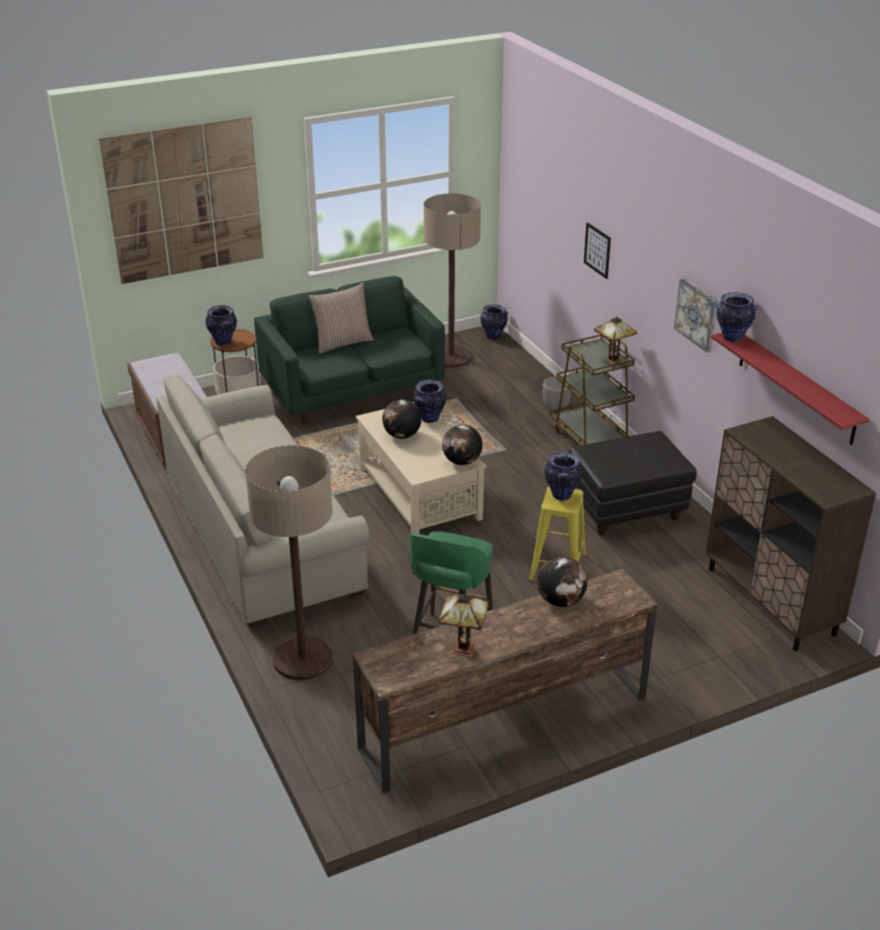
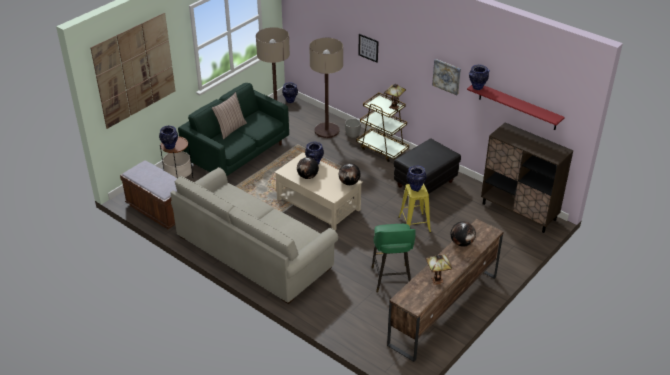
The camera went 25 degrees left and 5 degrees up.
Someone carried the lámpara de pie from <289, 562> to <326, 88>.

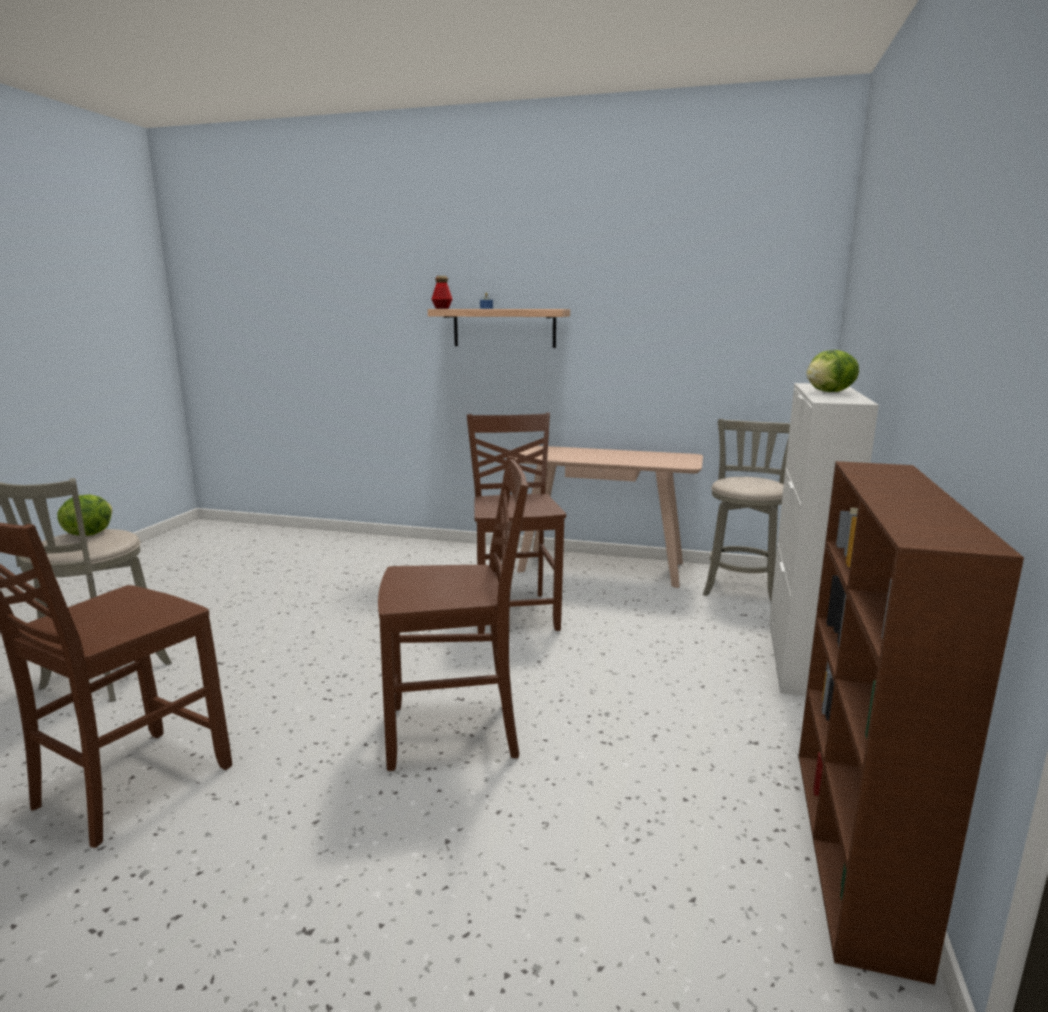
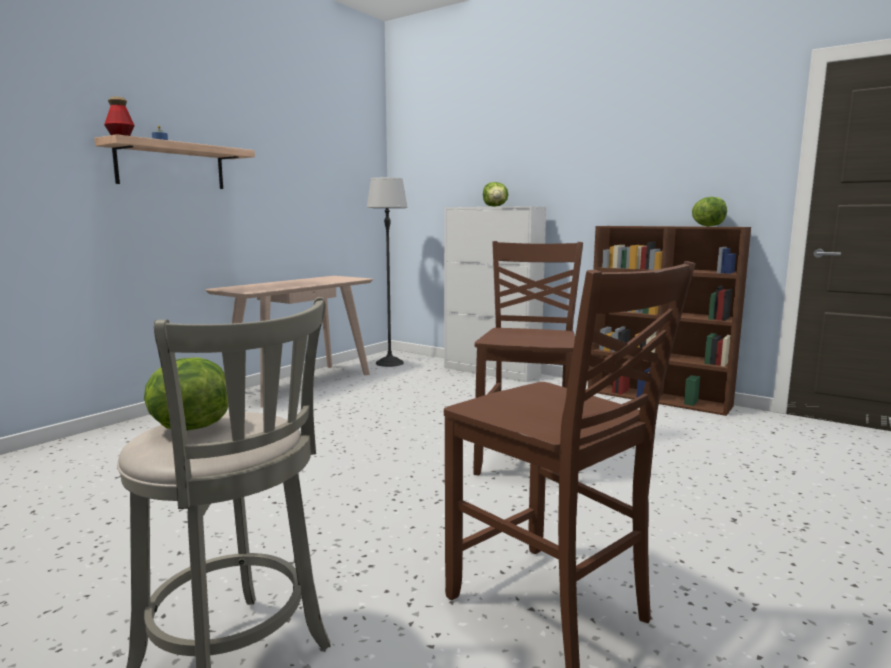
The camera went 70 degrees left and 5 degrees down.
Someone took away the silla (marrón) at <516, 523>.
Someone put down the lechuga at <709, 212>.
Someone swapped the taburete (gris) at <746, 510> for the lámpara de pie at <387, 272>.

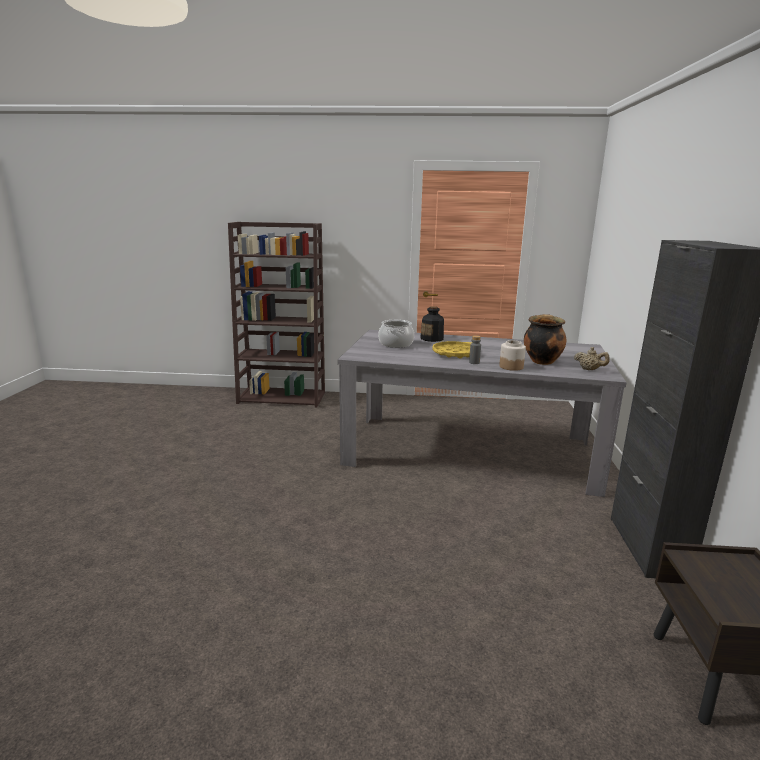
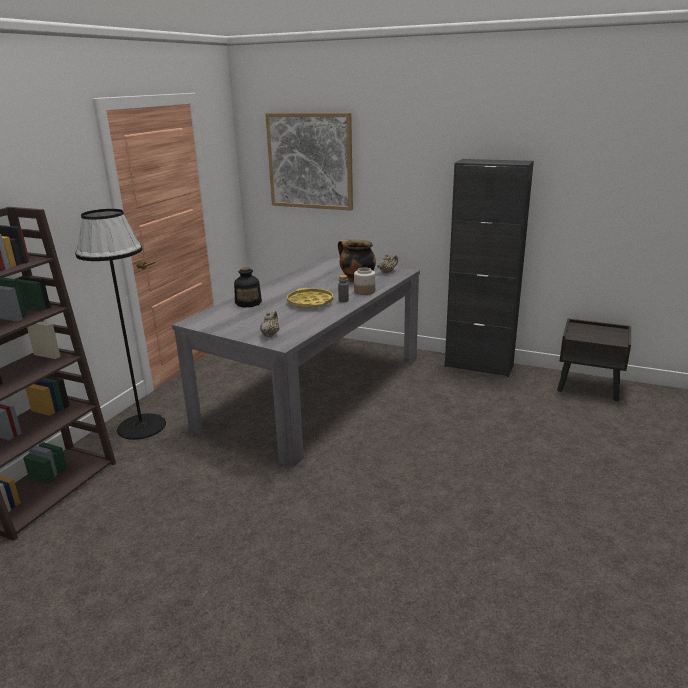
The camera went 70 degrees left and 5 degrees up.
Someone took away the olla at <396, 334>.
Someone put down the lámpara de pie (negro) at <120, 324>.
Someone put down the tetera (beis) at <270, 323>.
Someone put up the cuadro at <309, 162>.

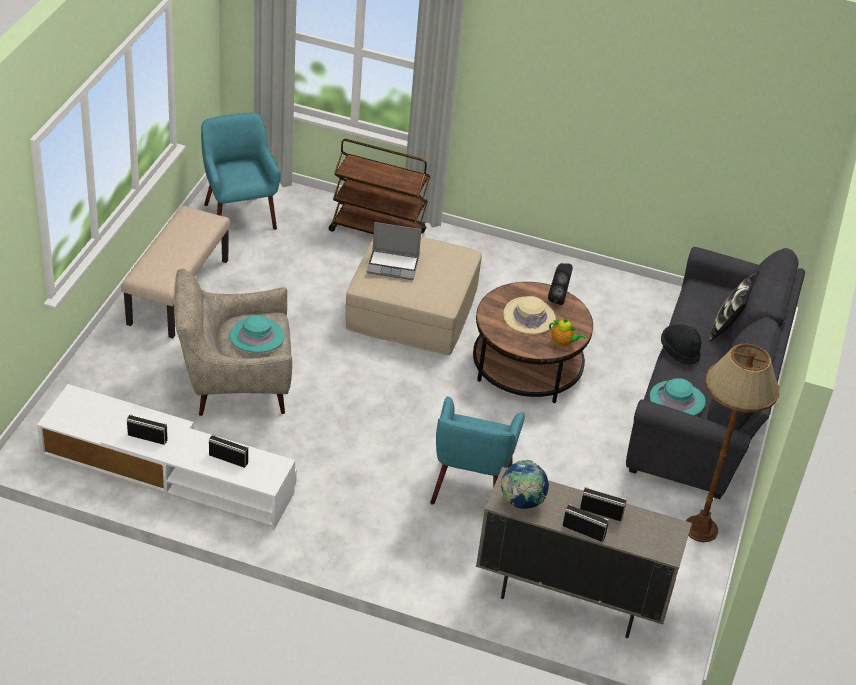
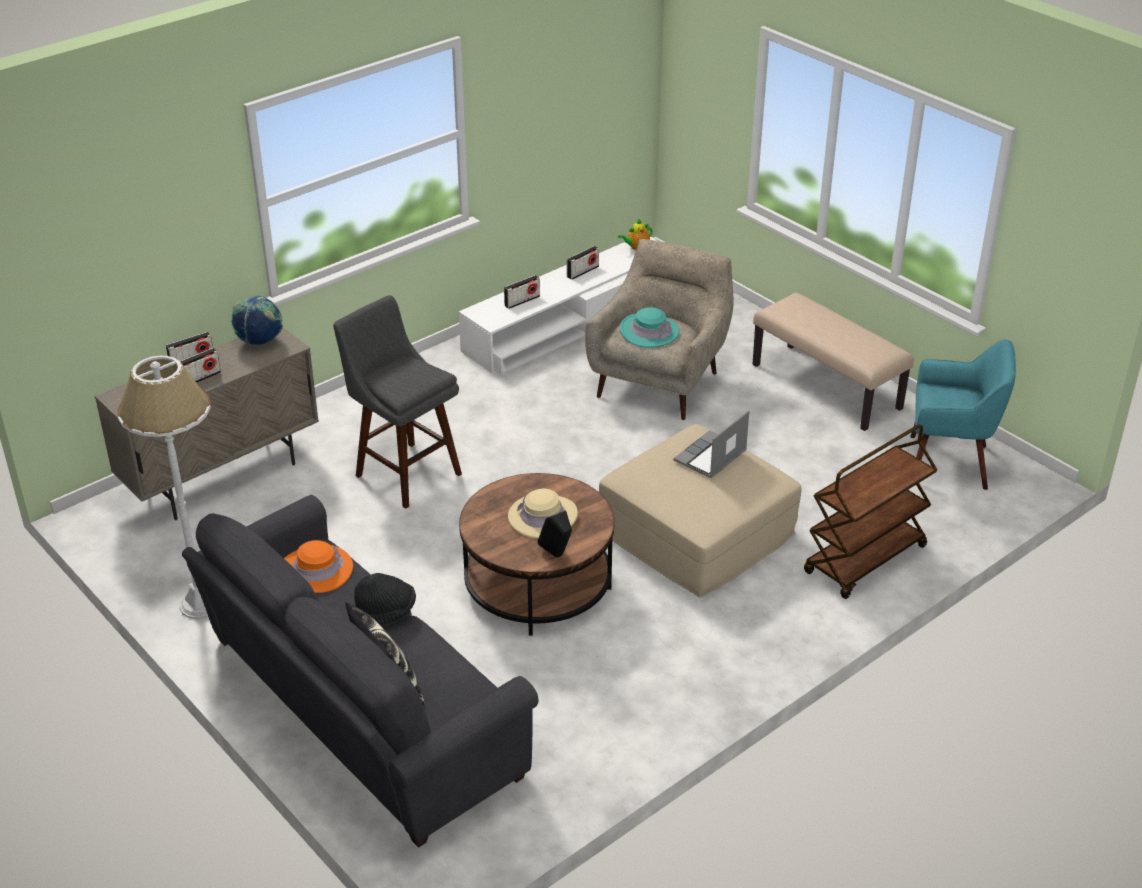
The camera went 125 degrees right and 5 degrees down.
Someone carried the tetera from <567, 332> to <635, 234>.
Someone swapped the sillón (turquesa) at <477, 451> for the taburete (gris) at <397, 402>.
Someone repainted the sombrero (turquesa) at <678, 397>, which became the sombrero (naranja) at <318, 566>.
Someone repainted the lámpara de pie (marrón) at <732, 443>, which became the lámpara de pie (blanco) at <164, 487>.

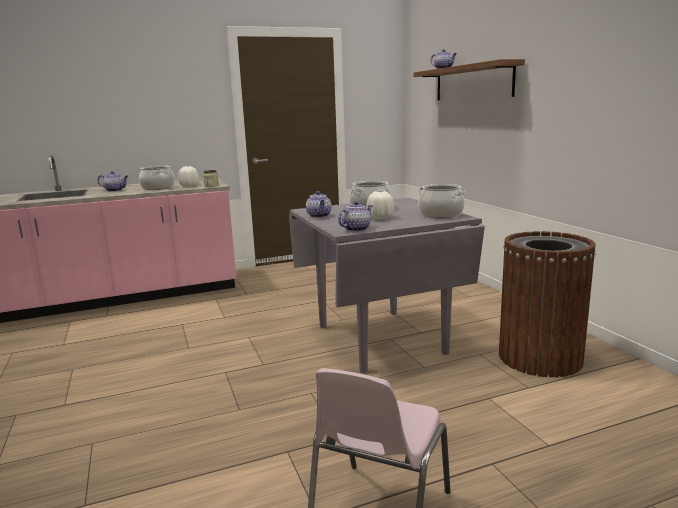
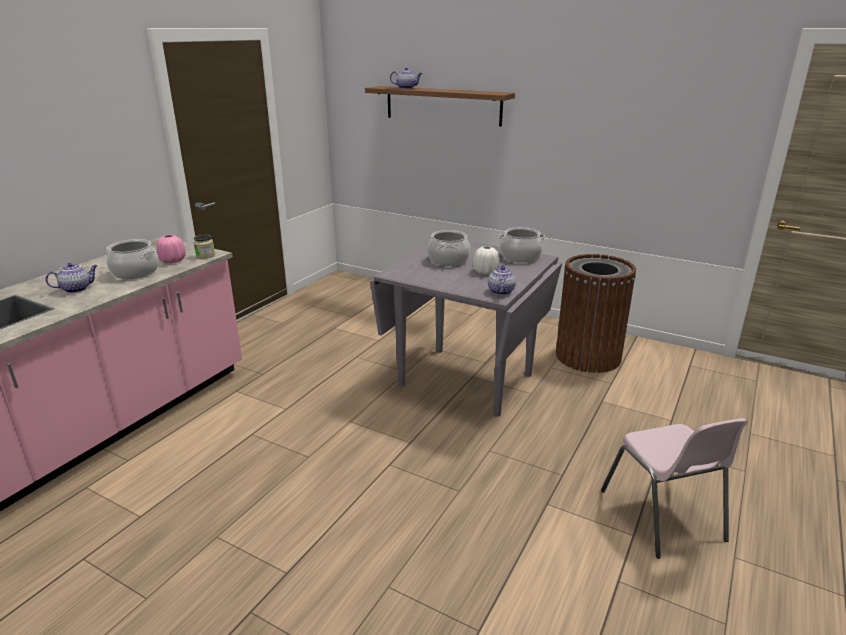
The camera went 40 degrees left and 10 degrees up.
Someone took away the tetera at <319, 204>.
Someone repainted the florero (blanco) at <188, 176>, which became the florero (rosa) at <171, 249>.

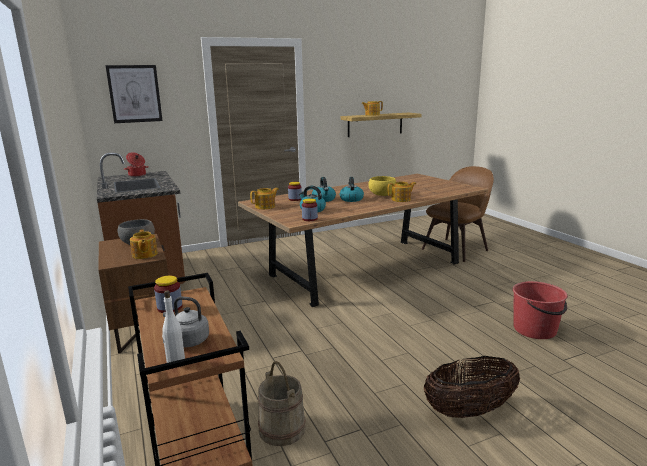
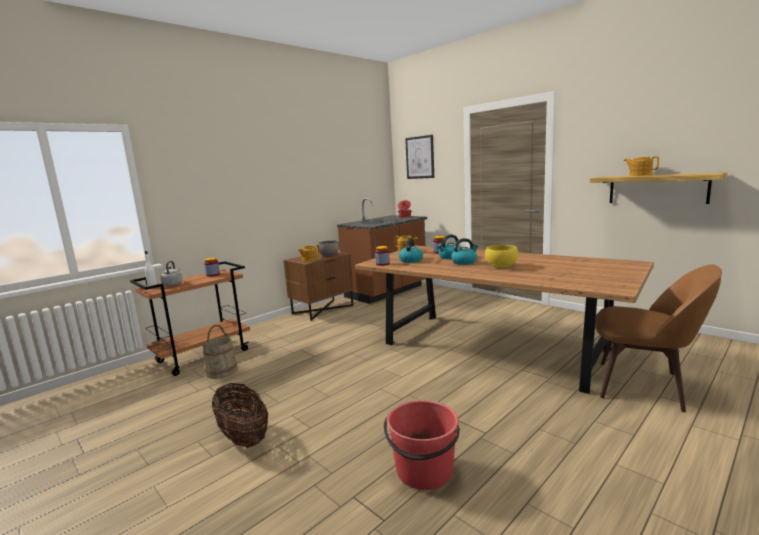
The camera went 70 degrees right and 5 degrees down.
Someone took away the tetera at <401, 192>.

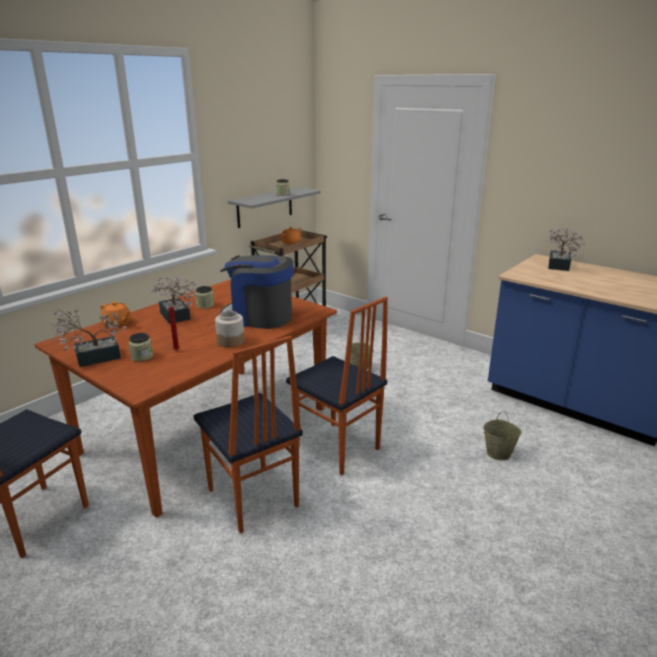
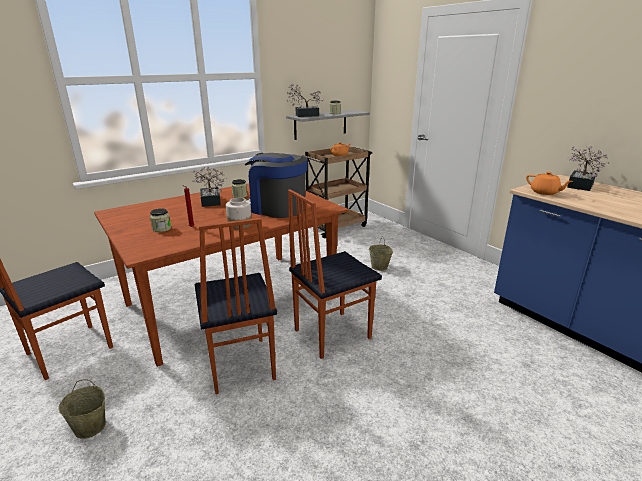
The camera went 15 degrees right and 0 degrees up.
Someone carried the planta en maceta from <89, 337> to <305, 100>.
Someone carried the tetera (naranja) from <116, 314> to <549, 183>.
Someone carried the cubo (beis) from <502, 435> to <82, 409>.
Someone rotated the silla at <337, 386> by 90 degrees clockwise.

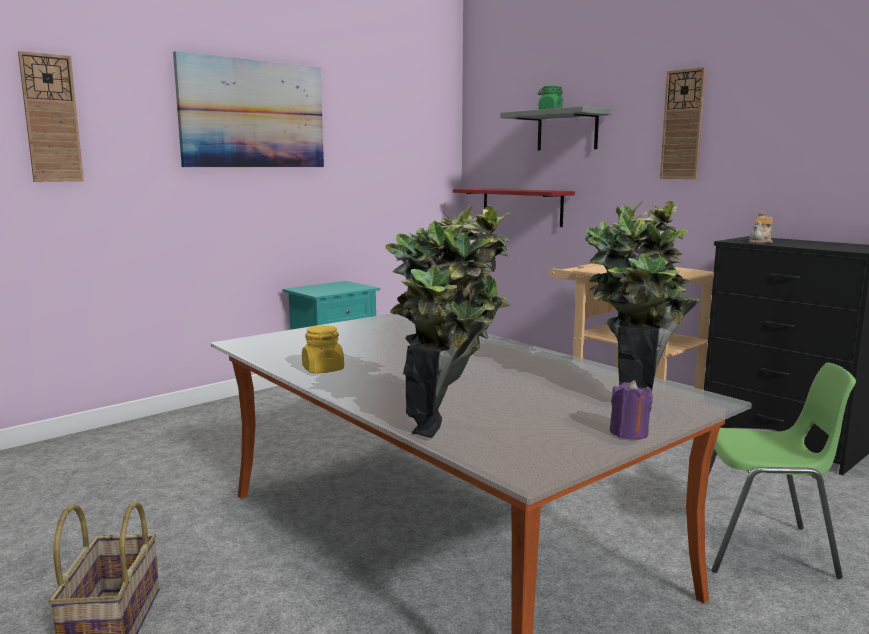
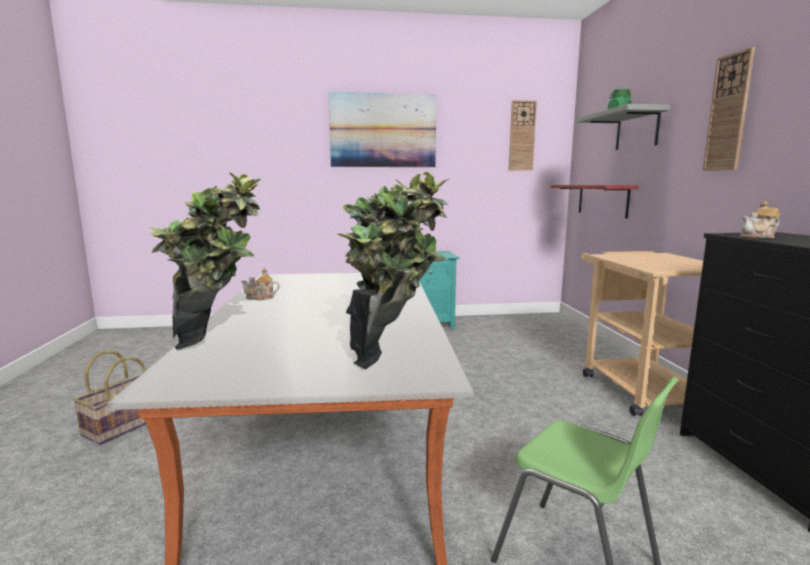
The camera went 35 degrees right and 0 degrees up.
Someone took away the vela (morado) at <631, 410>.
Someone carried the reloj de pared from <51, 116> to <523, 135>.
Someone swapped the tarro (amarillo) at <323, 349> for the tetera at <260, 284>.

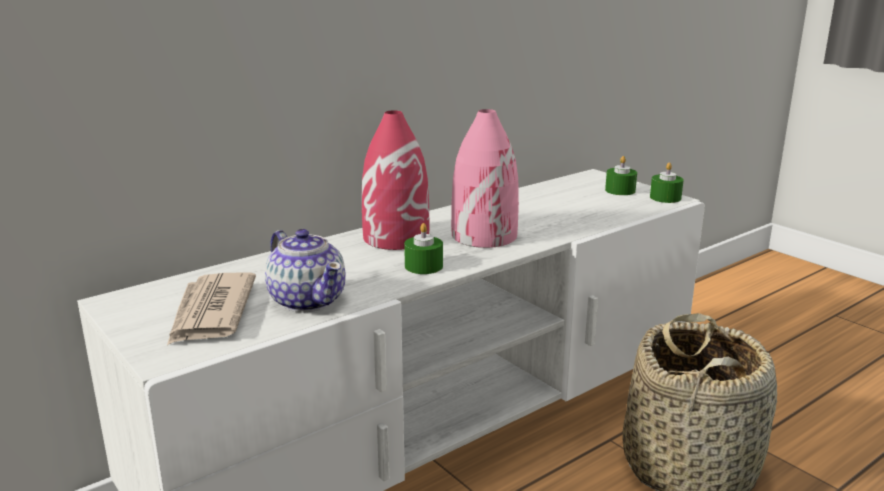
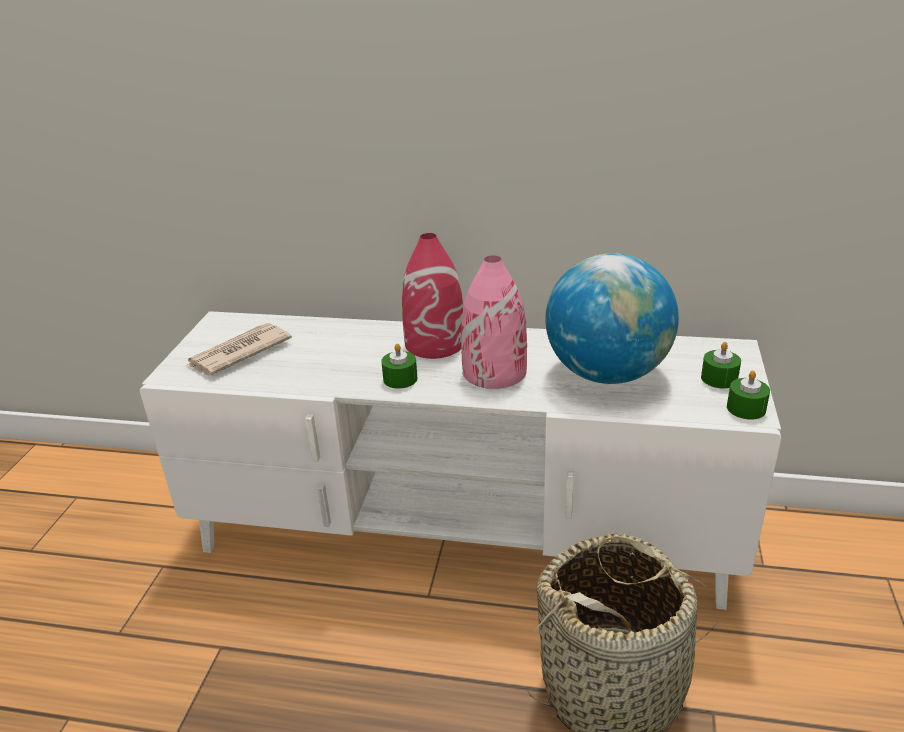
The camera went 50 degrees right and 10 degrees up.
Someone took away the tetera at <305, 270>.
Someone put down the globo terráqueo at <612, 318>.

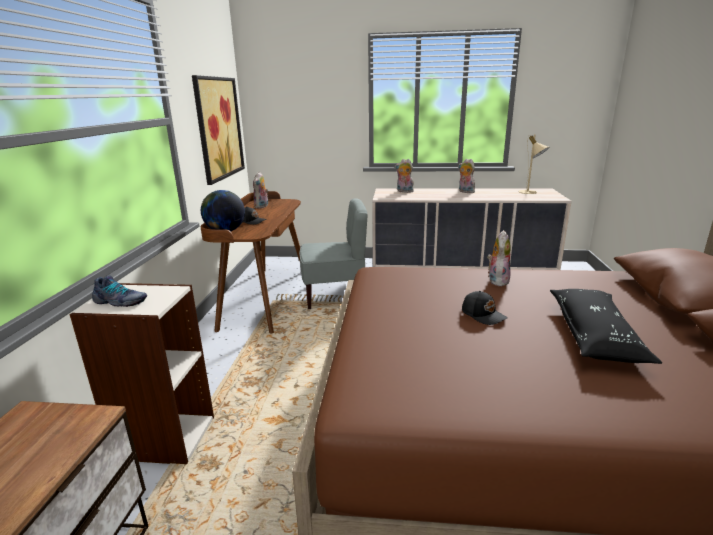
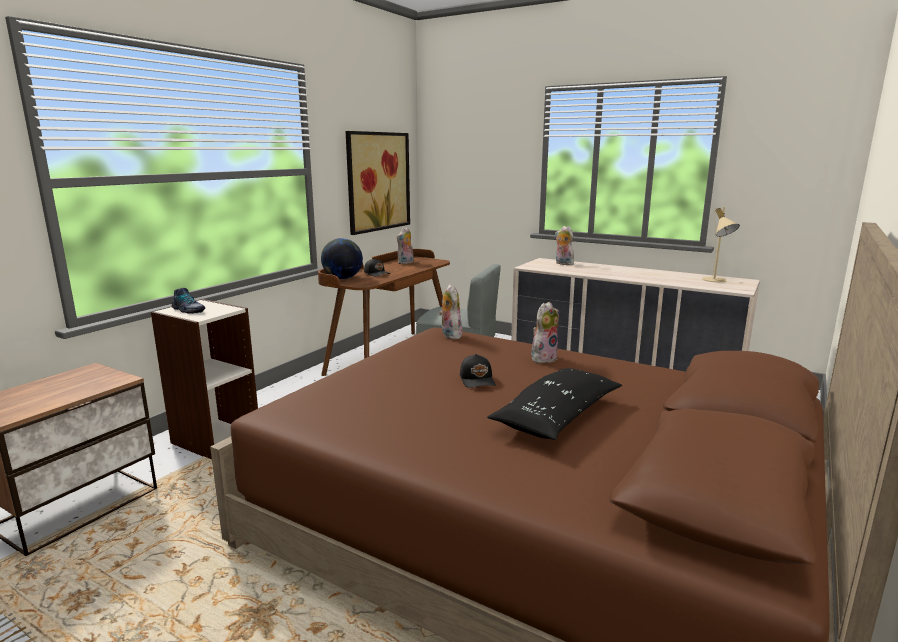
The camera went 25 degrees right and 5 degrees down.
Someone carried the peluche from <467, 176> to <450, 311>.

